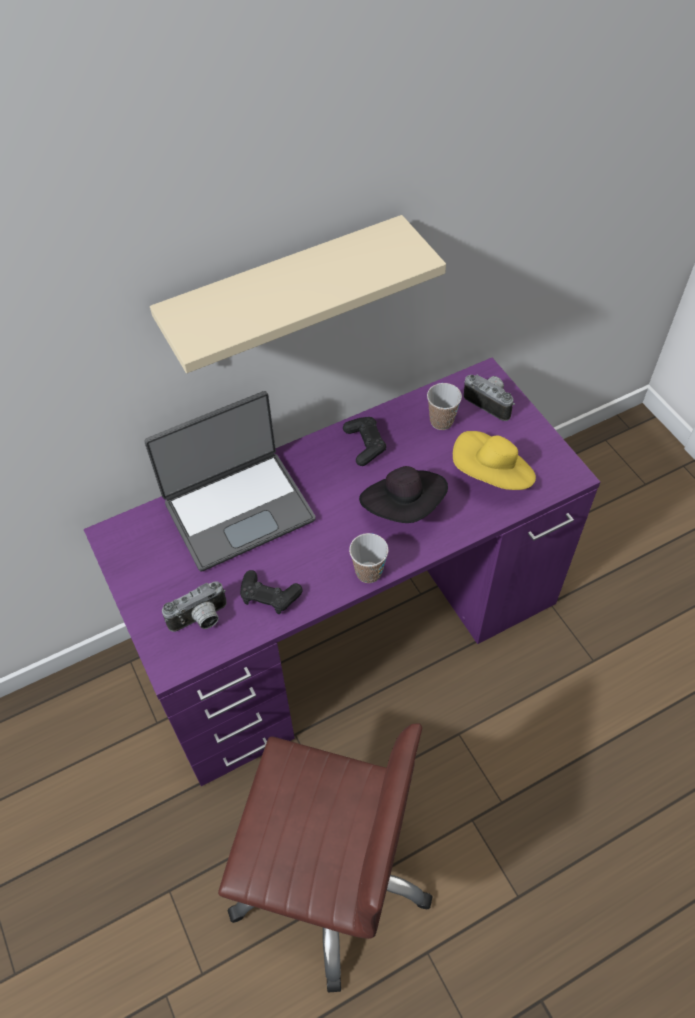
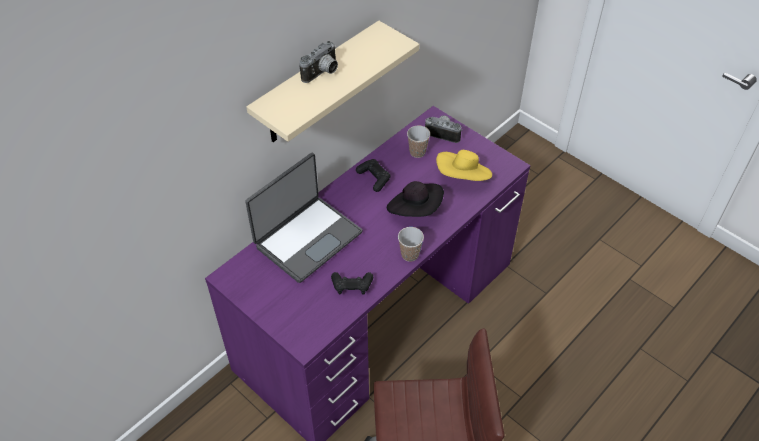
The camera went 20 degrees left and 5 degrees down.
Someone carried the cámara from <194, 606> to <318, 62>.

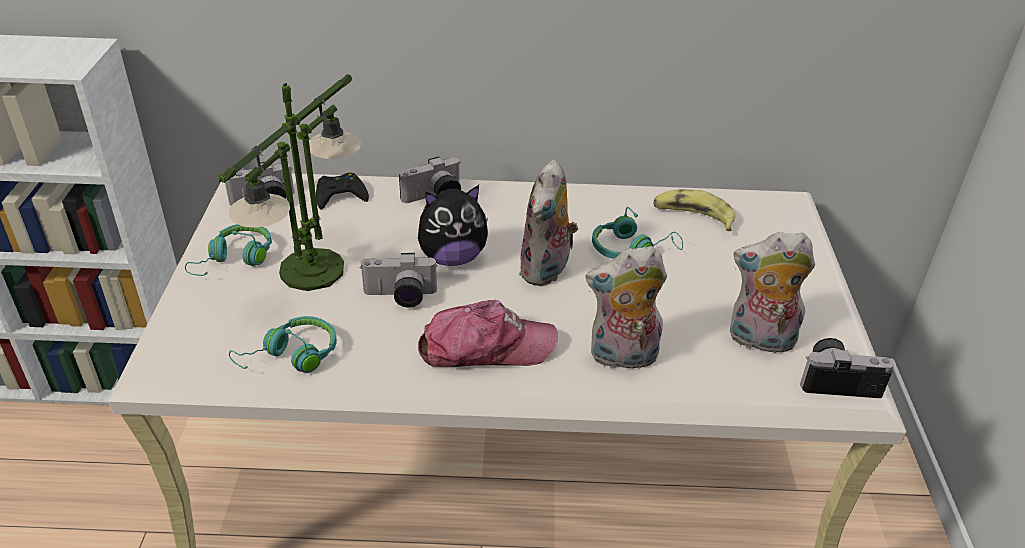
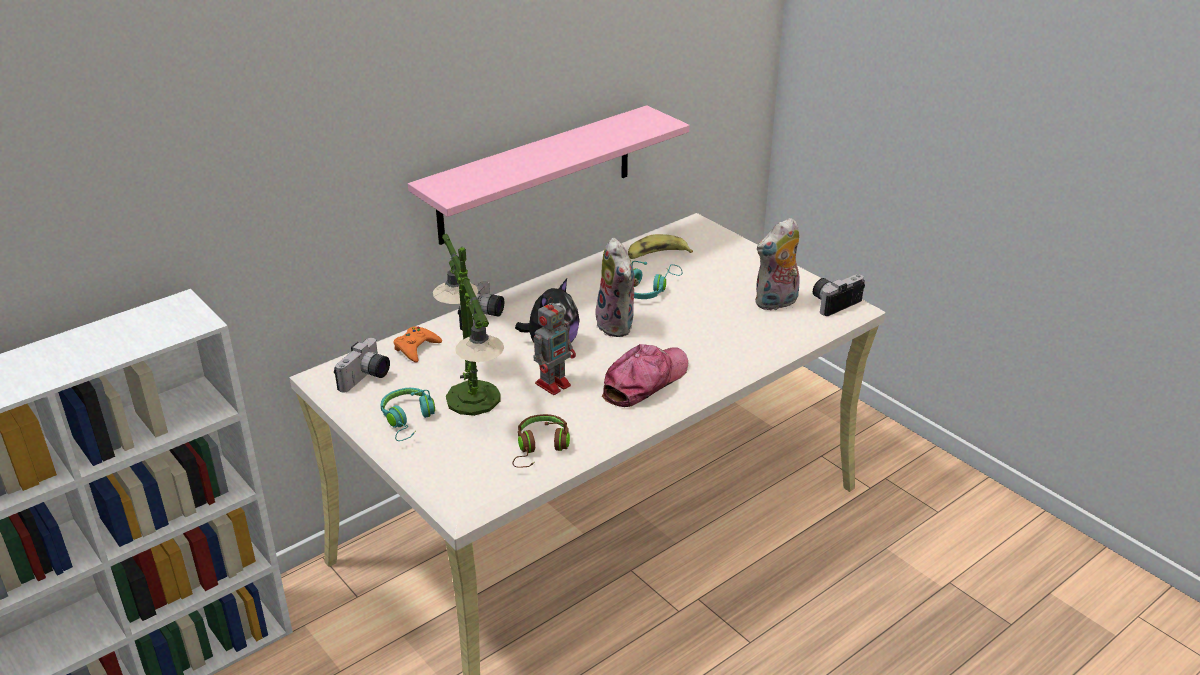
The camera went 40 degrees left and 5 degrees down.
Someone took away the peluche at <626, 307>.
Someone put up the estante (rosa) at <549, 175>.
Someone swapped the cámara at <399, 280> for the robot de juguete at <554, 346>.
Someone repainted the auriculares (turquesa) at <283, 344>, which became the auriculares (marrón) at <541, 441>.
Someone repainted the mando de consola (negro) at <342, 191>, which became the mando de consola (naranja) at <417, 345>.

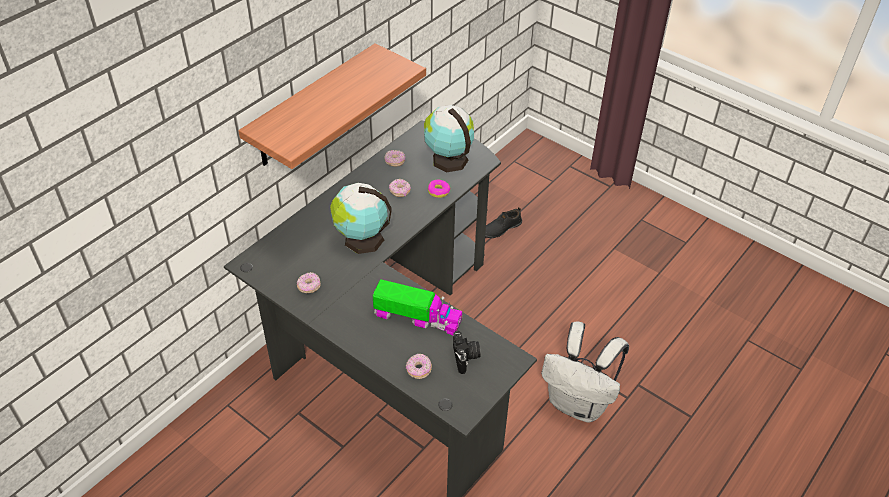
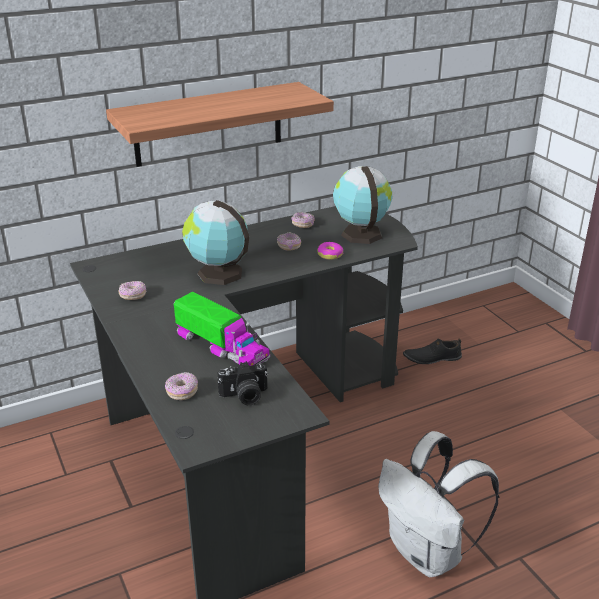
The camera went 25 degrees right and 15 degrees down.
Someone rotated the cámara at <466, 352> by 60 degrees clockwise.

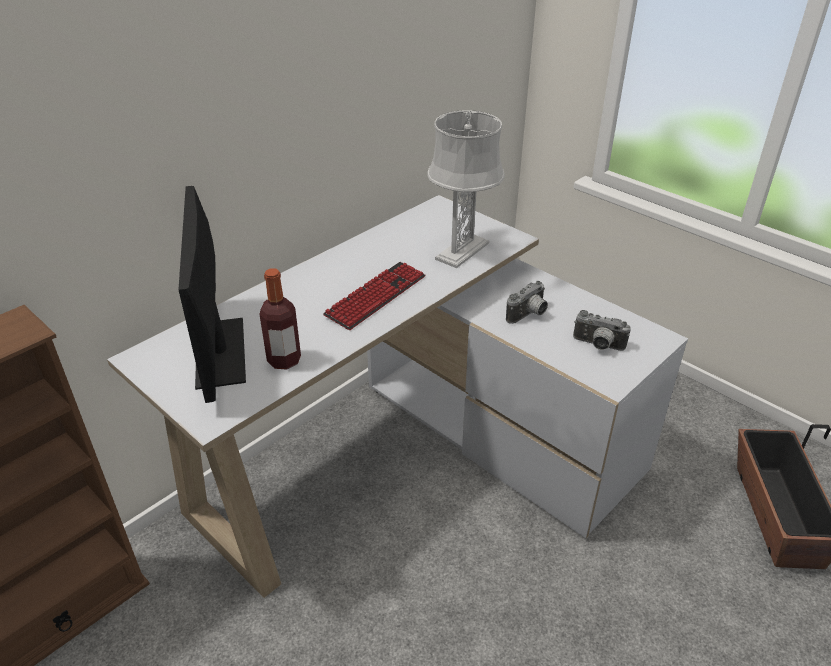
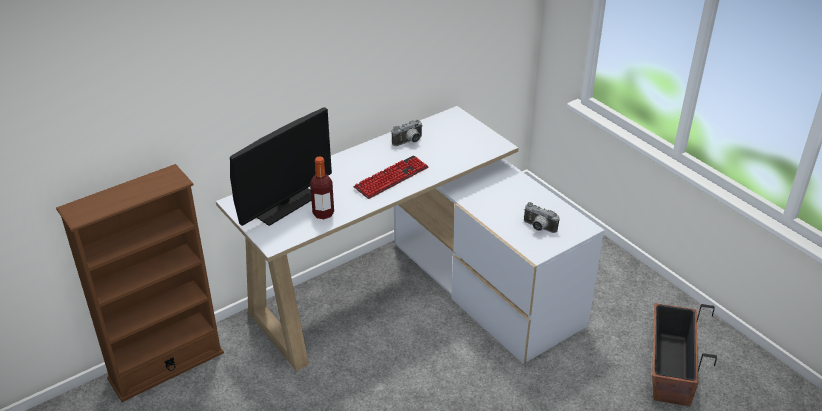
The camera went 10 degrees right and 0 degrees up.
Someone took away the lámpara de mesa (gris) at <466, 189>.
Someone carried the cámara from <527, 302> to <407, 132>.
Someone rotated the monitor at <212, 294> by 135 degrees counterclockwise.

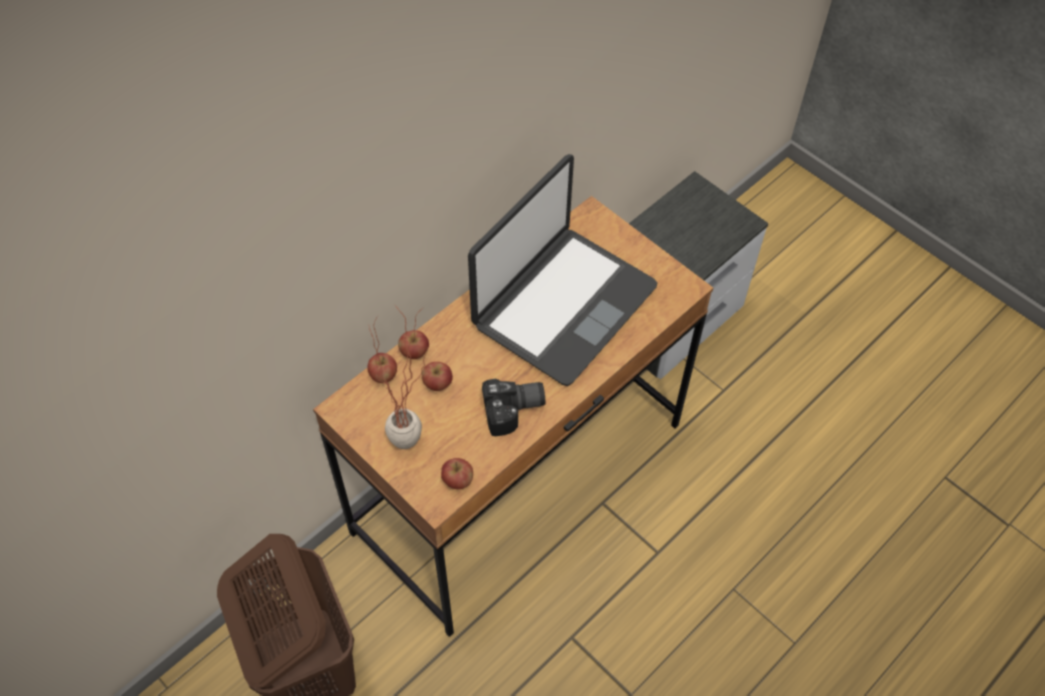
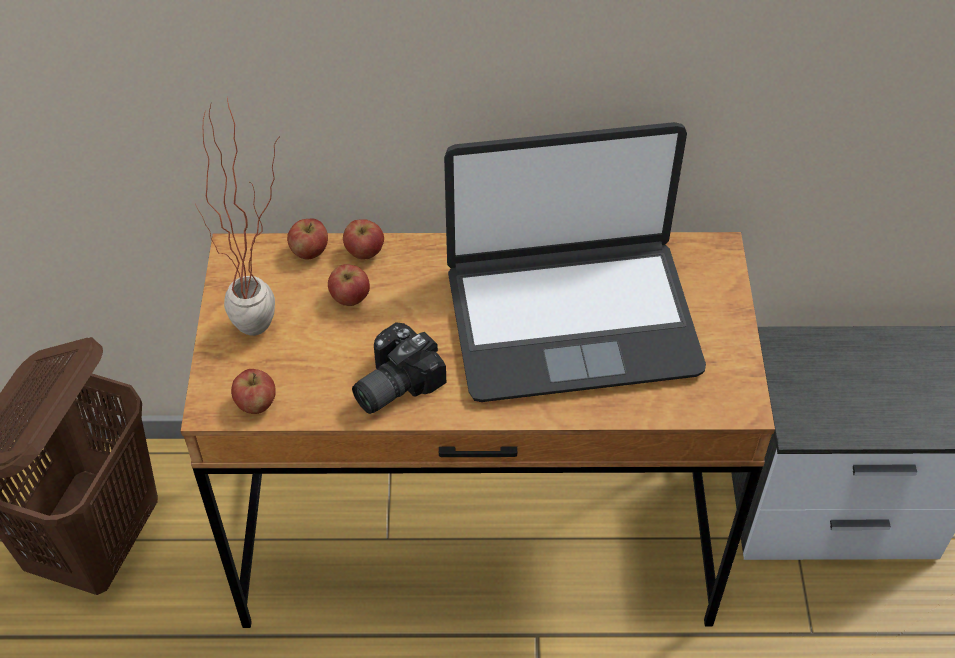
The camera went 45 degrees right and 5 degrees down.
Someone rotated the cámara at <513, 407> by 105 degrees clockwise.

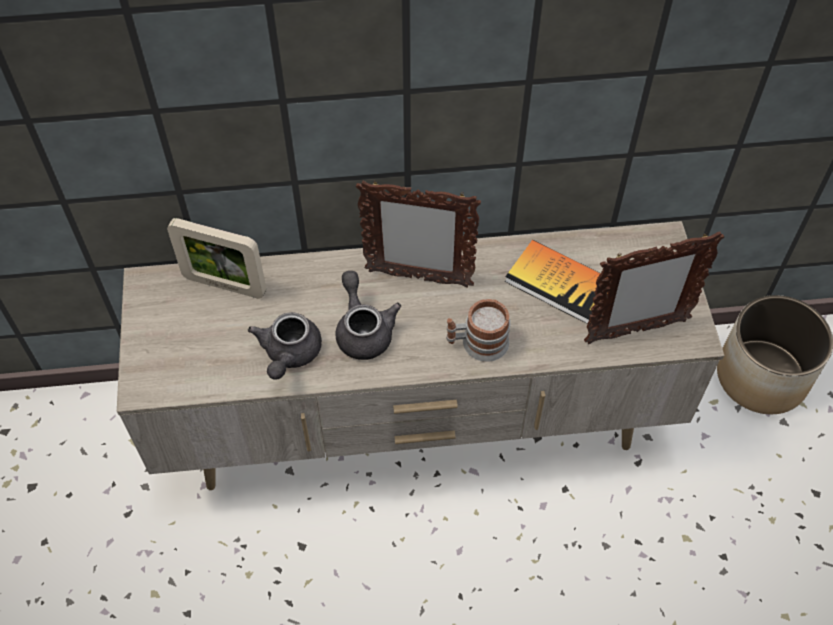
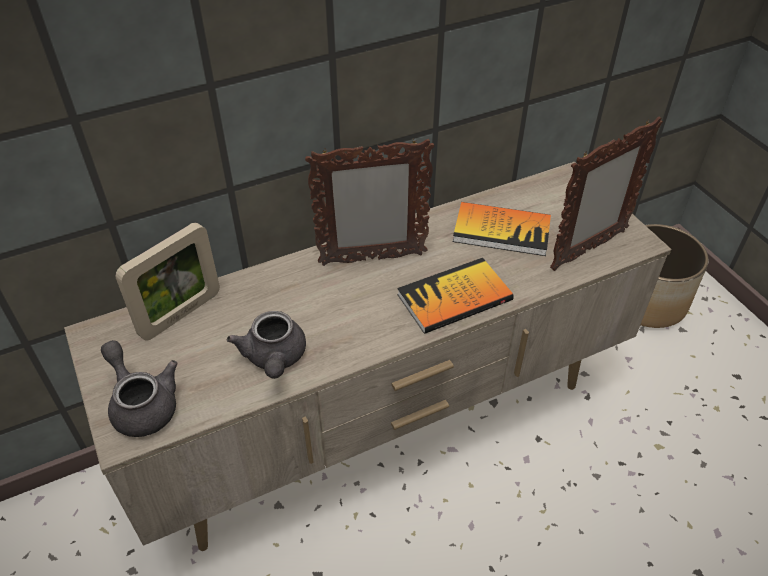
The camera went 20 degrees left and 10 degrees down.
Someone carried the tetera (gris) from <368, 315> to <139, 388>.
Someone swapped the taza grande at <478, 330> for the libro at <455, 296>.
Someone rotated the portarretratos at <216, 258> by 45 degrees counterclockwise.

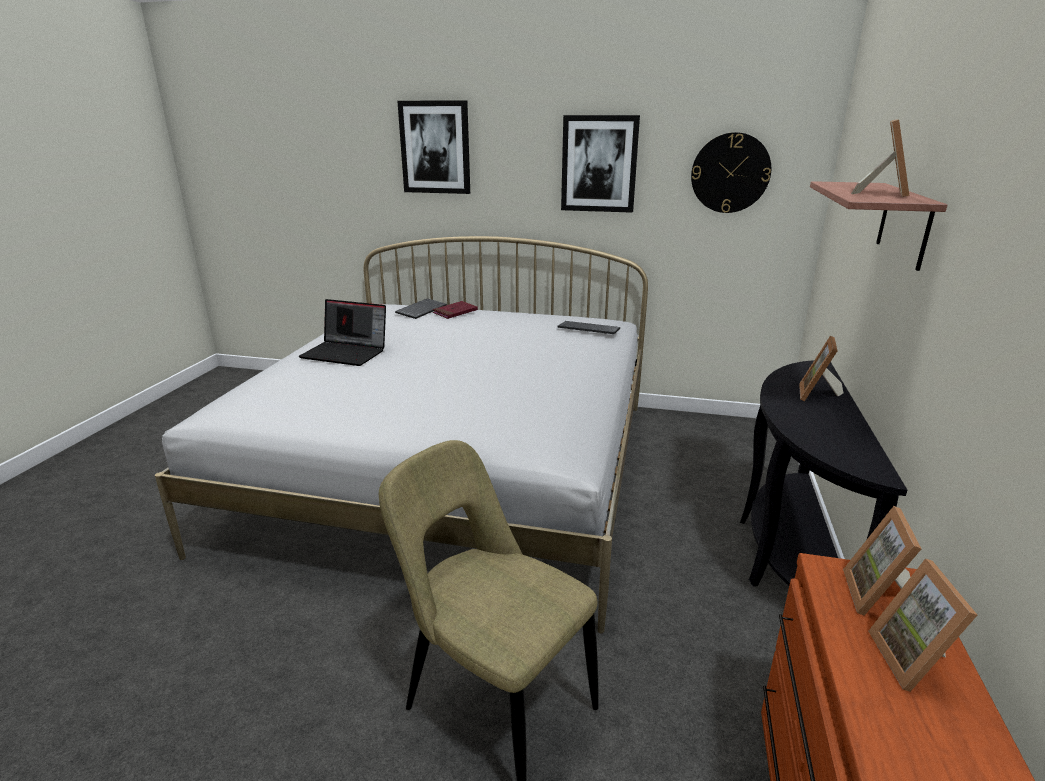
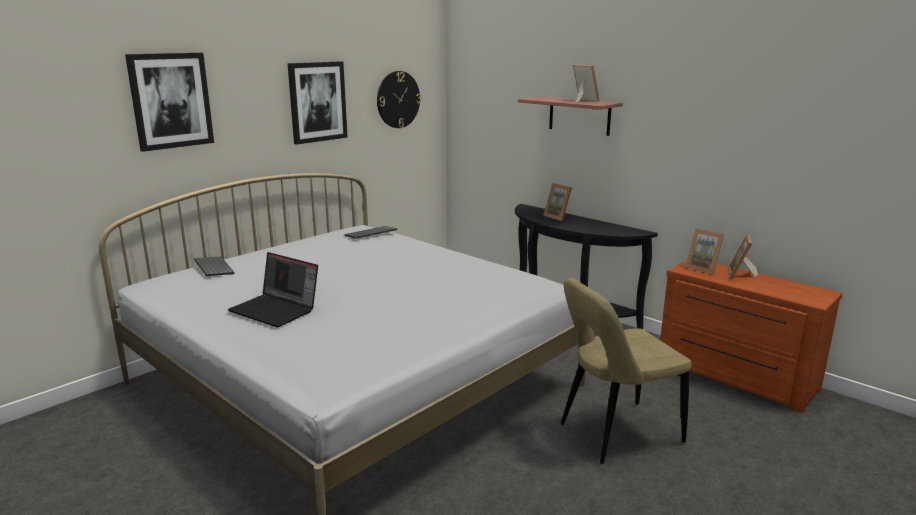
The camera went 60 degrees left and 5 degrees down.
Someone took away the libro (rojo) at <455, 310>.
Someone rotated the portátil at <342, 332> by 75 degrees clockwise.
Someone rotated the portarretratos at <922, 625> by 75 degrees clockwise.

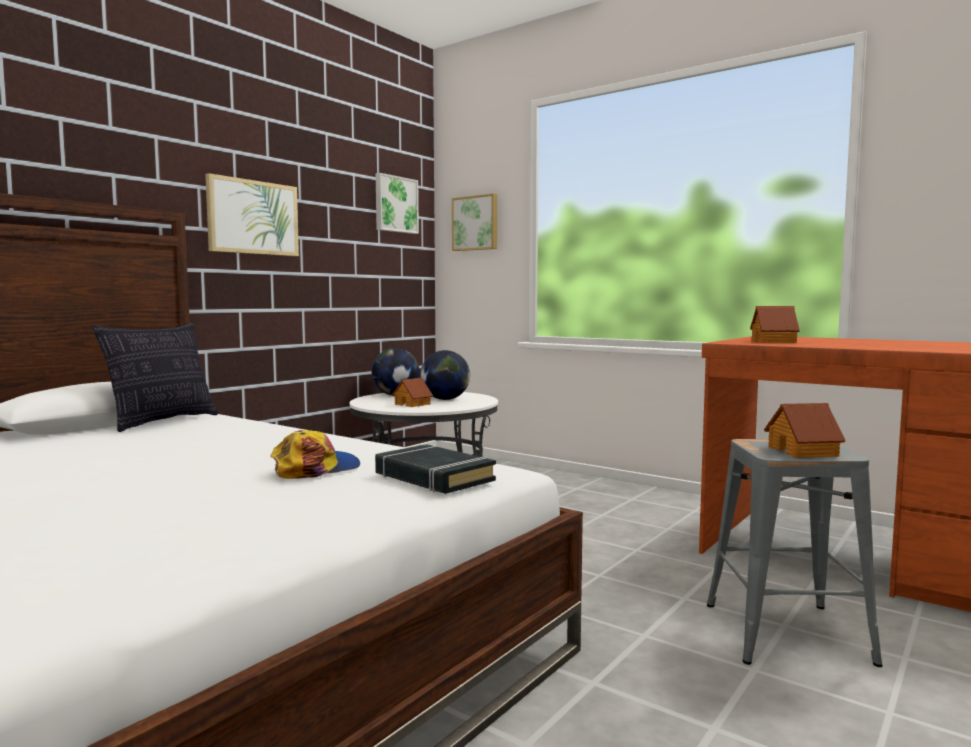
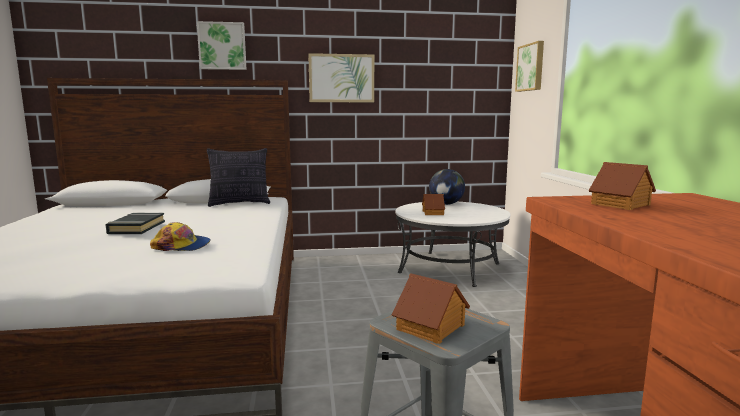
The camera went 45 degrees right and 5 degrees up.
Someone took away the globo terráqueo at <445, 375>.
Someone carried the libro (negro) from <435, 469> to <135, 223>.
Someone carried the cuadro from <397, 203> to <222, 45>.

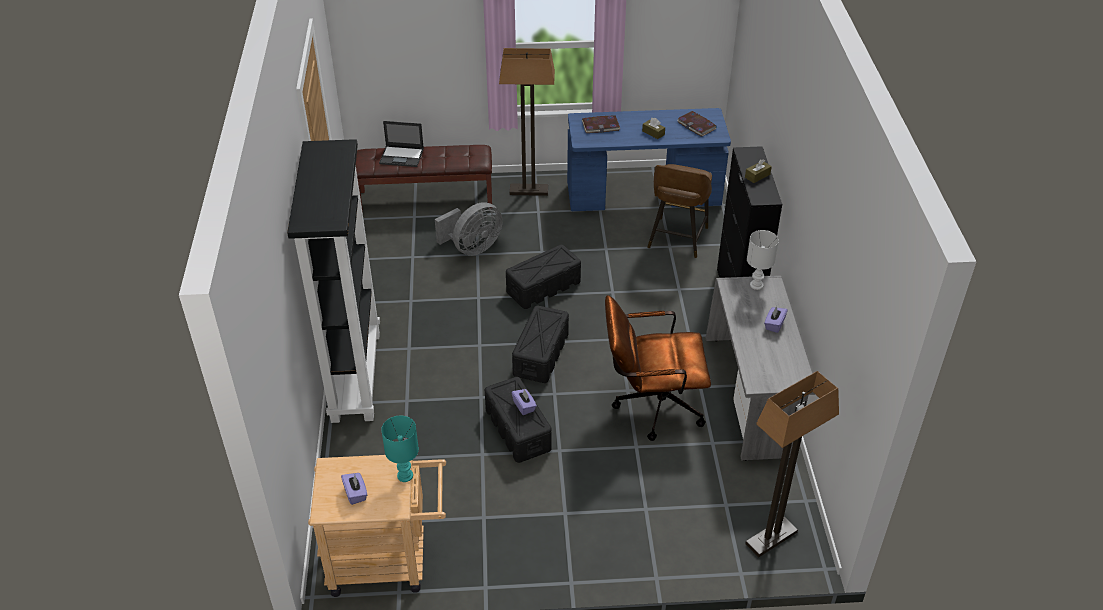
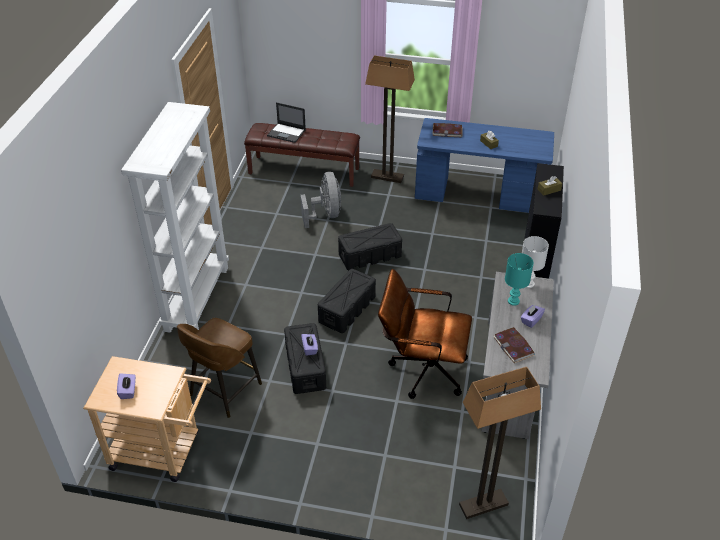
The camera went 15 degrees right and 0 degrees up.
Someone carried the lámpara de mesa (turquesa) from <400, 449> to <519, 279>.
Someone carried the taburete (marrón) from <679, 211> to <219, 368>.
Someone carried the libro from <697, 124> to <514, 345>.
Someone repainted the estantería (negro) at <333, 281>, which became the estantería (blanco) at <175, 217>.
Someone rotated the ventilador (gris) at <469, 229> by 75 degrees counterclockwise.

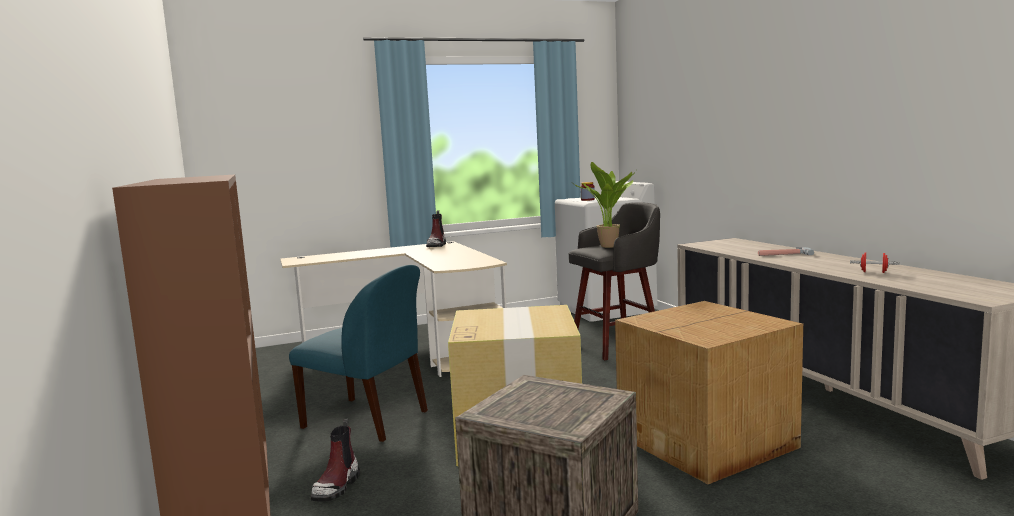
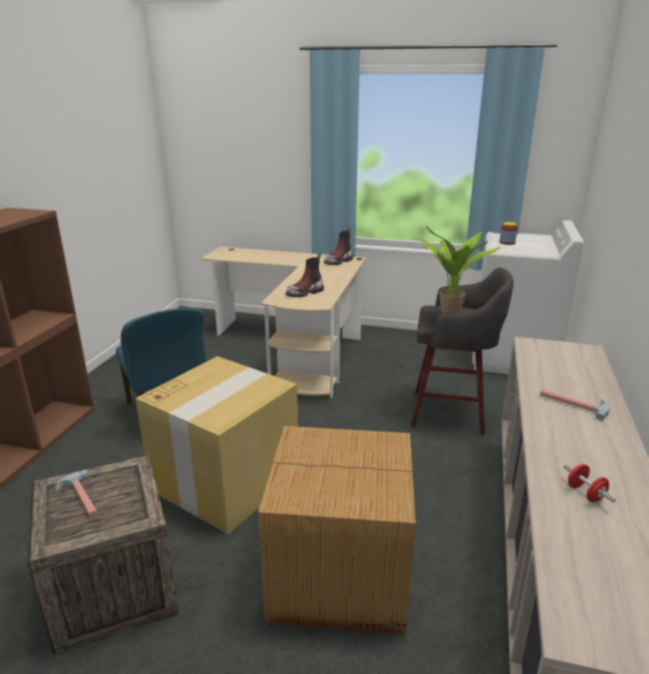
The camera went 35 degrees right and 15 degrees up.
Someone put down the martillo at <76, 493>.
Someone carried the bota from <335, 460> to <305, 275>.

